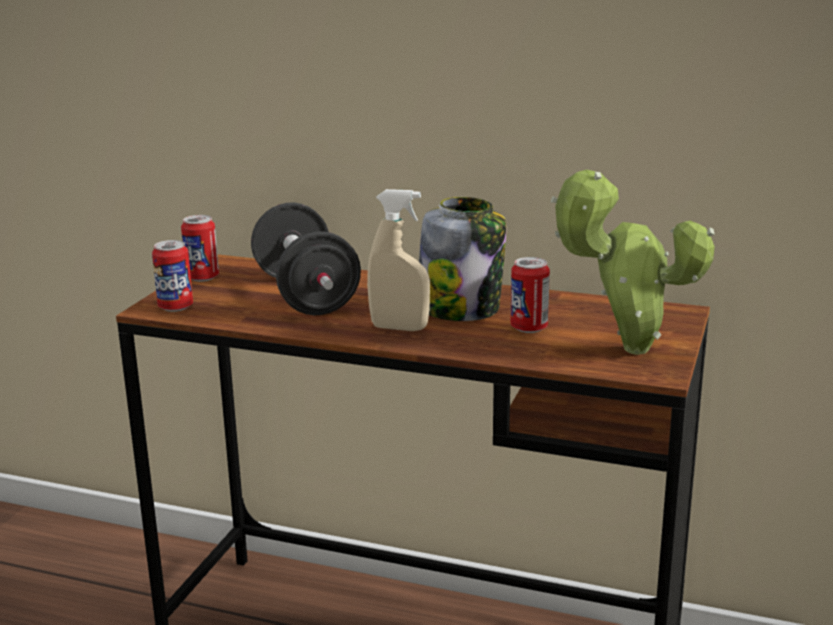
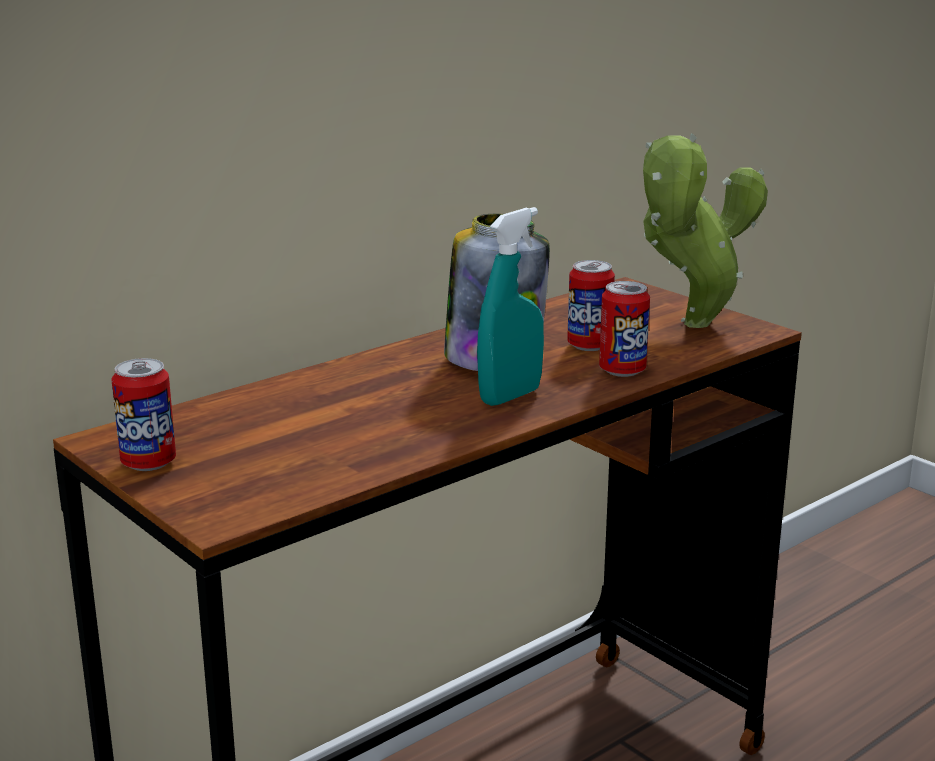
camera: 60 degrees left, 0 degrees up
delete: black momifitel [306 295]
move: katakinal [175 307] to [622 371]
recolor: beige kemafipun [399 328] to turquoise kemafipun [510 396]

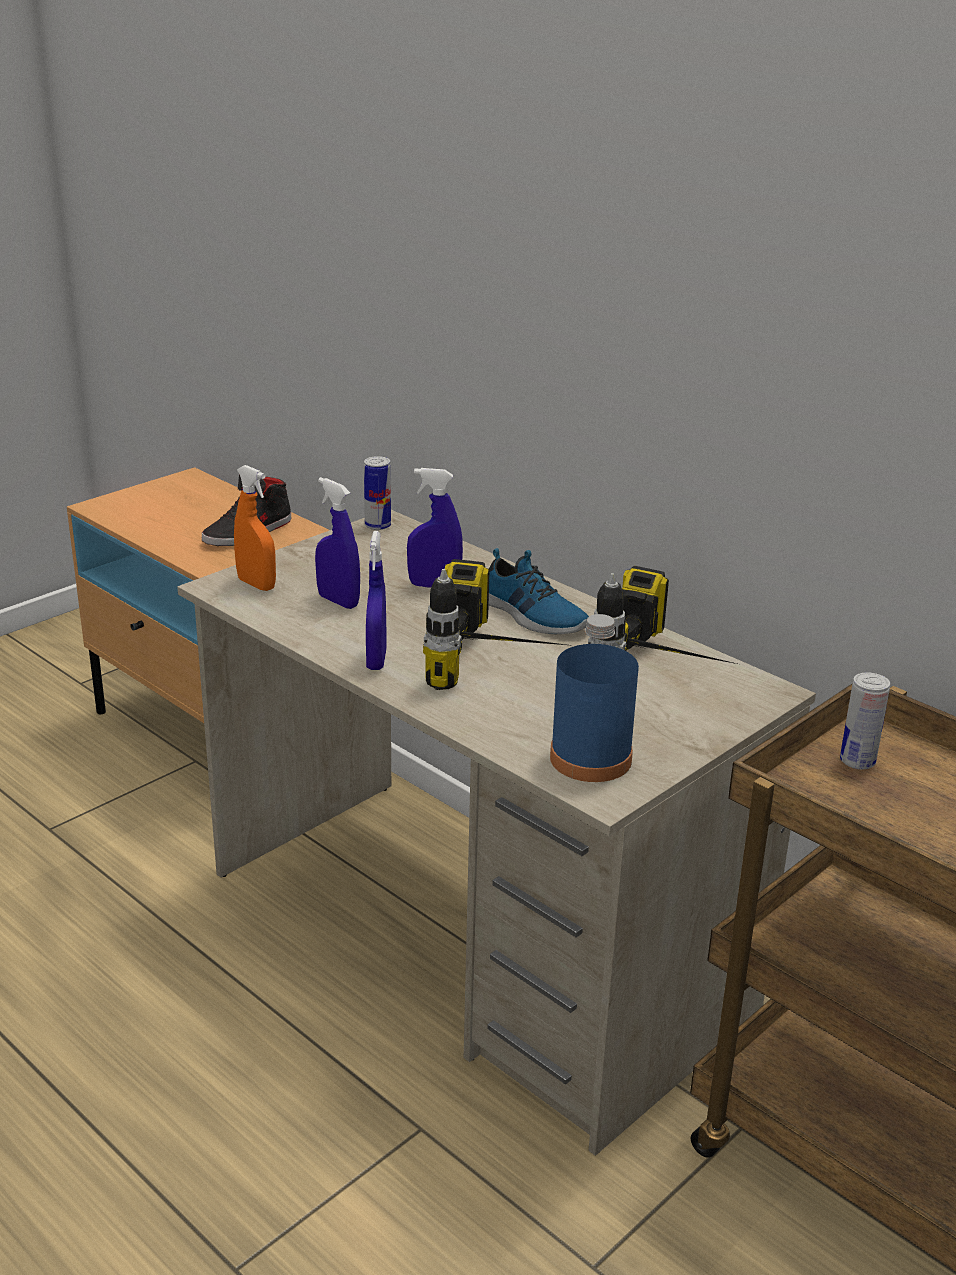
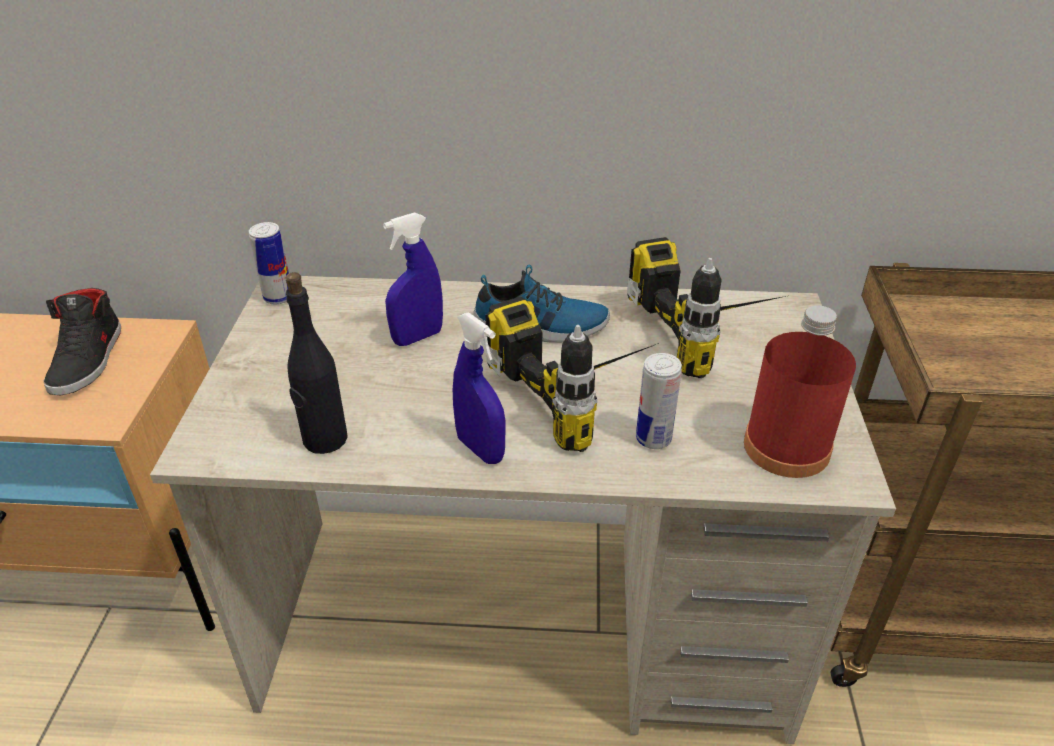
camera: 40 degrees left, 10 degrees up
delete: orange kemafipun [256 584]; blue kemafipun [338 601]
insert: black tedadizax [324 439]
move: katakinal [857 761] to [653 439]
recolor: blue tedadizax [590 759] to red tedadizax [786 447]

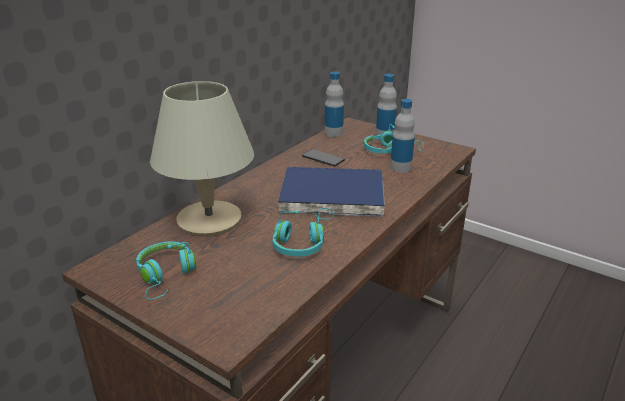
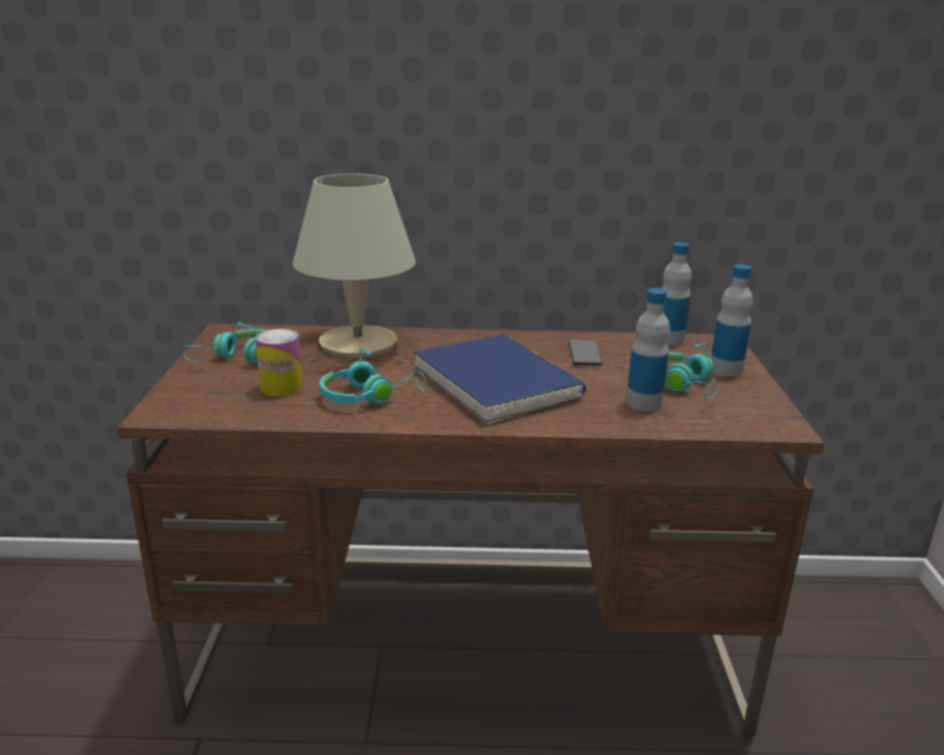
camera: 55 degrees right, 5 degrees down
insert: katakinal [281 387]

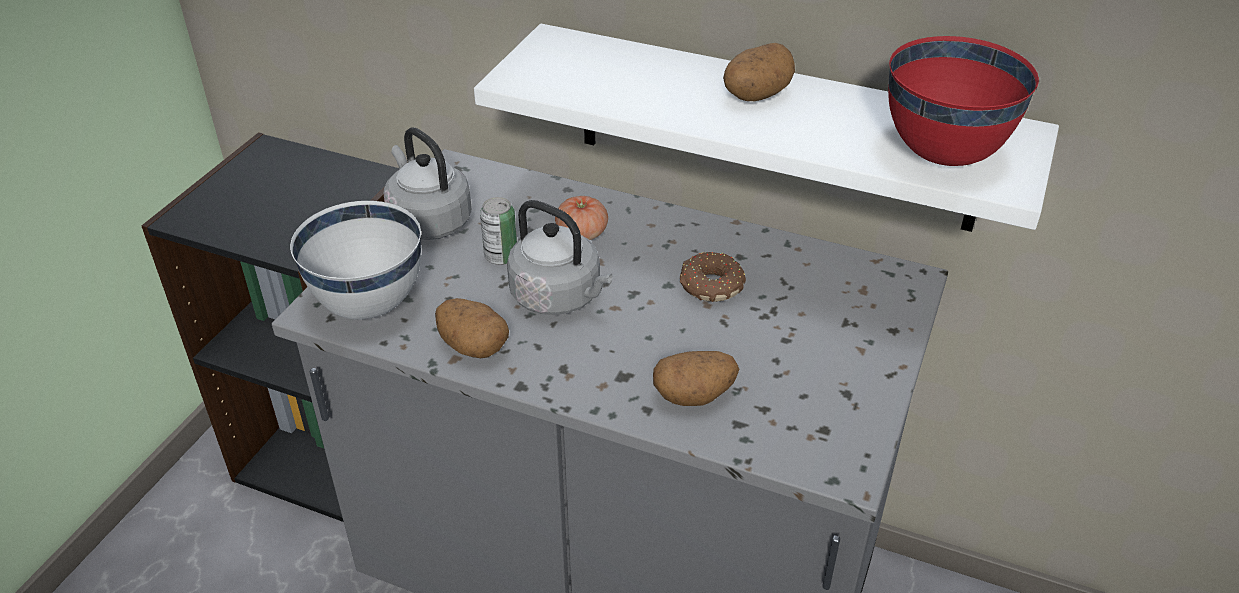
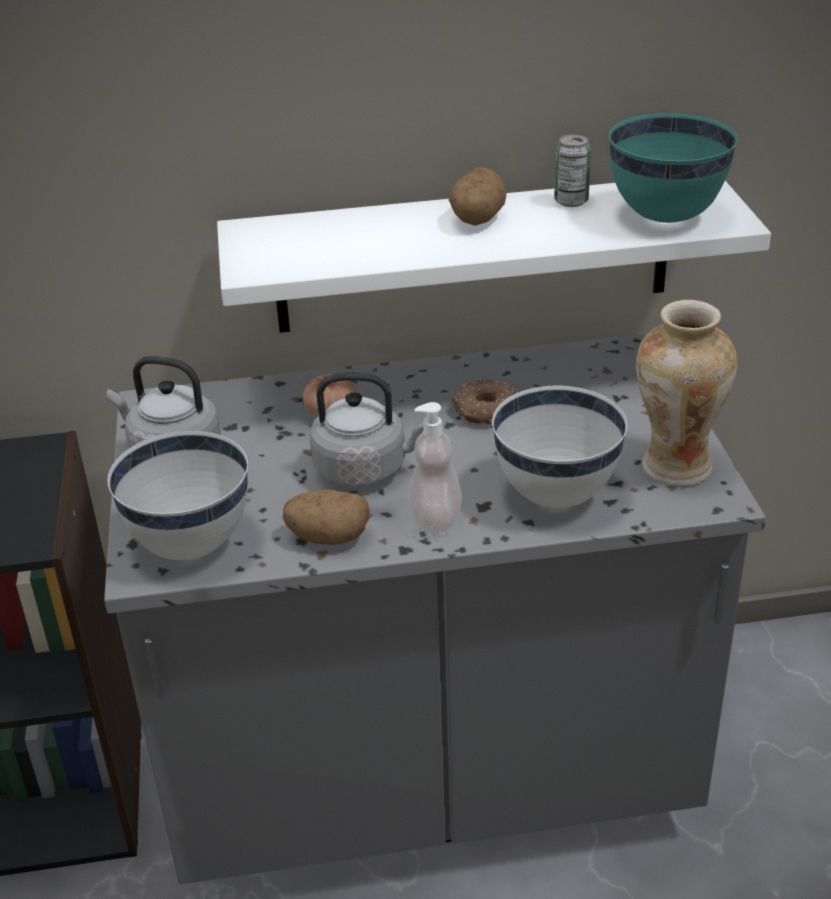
camera: 30 degrees left, 5 degrees down
insert: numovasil [435 518]; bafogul [674 468]
move: katakinal [501 257] to [571 201]
replace: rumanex [694 395] to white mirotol [555 496]
recolor: red mirotol [943 154] to turquoise mirotol [664 217]

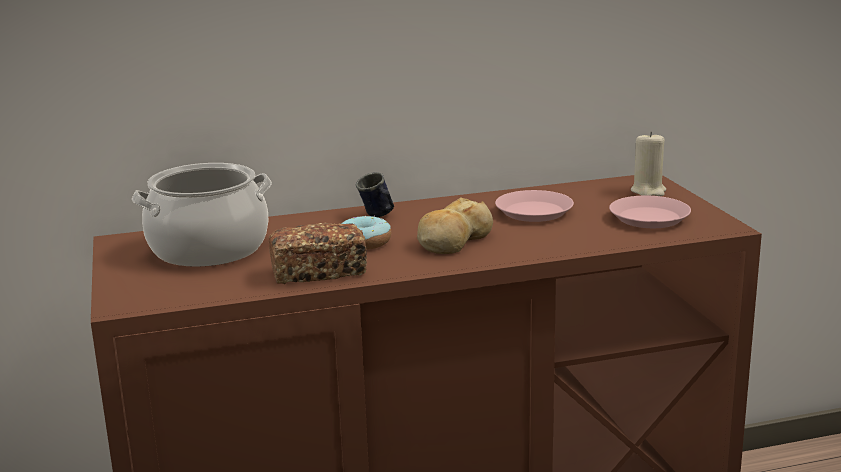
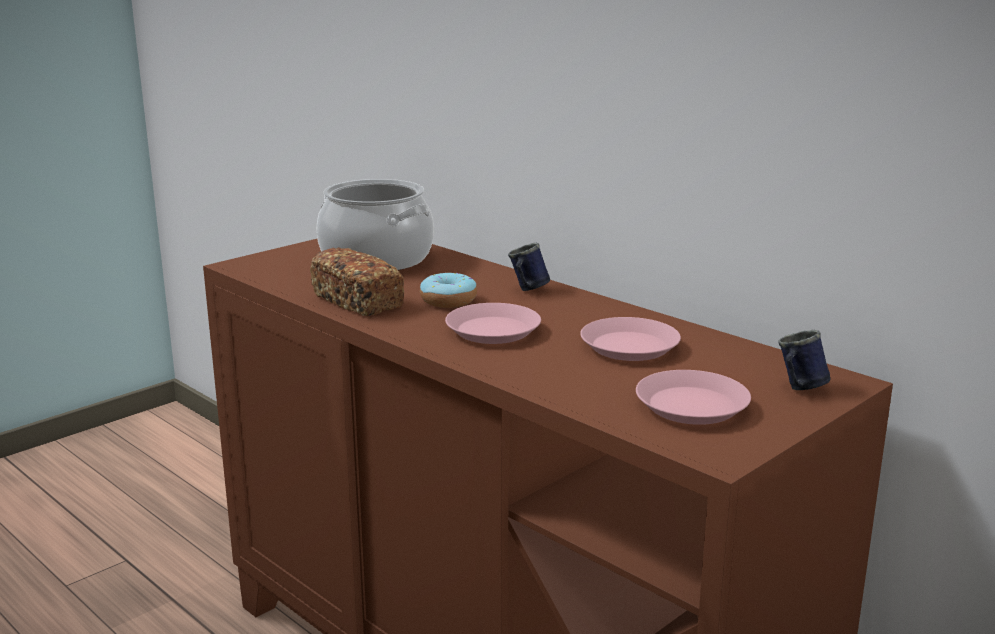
camera: 60 degrees right, 0 degrees up
replace: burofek [453 241] to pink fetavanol [493 331]; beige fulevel [648 191] to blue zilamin [798 389]

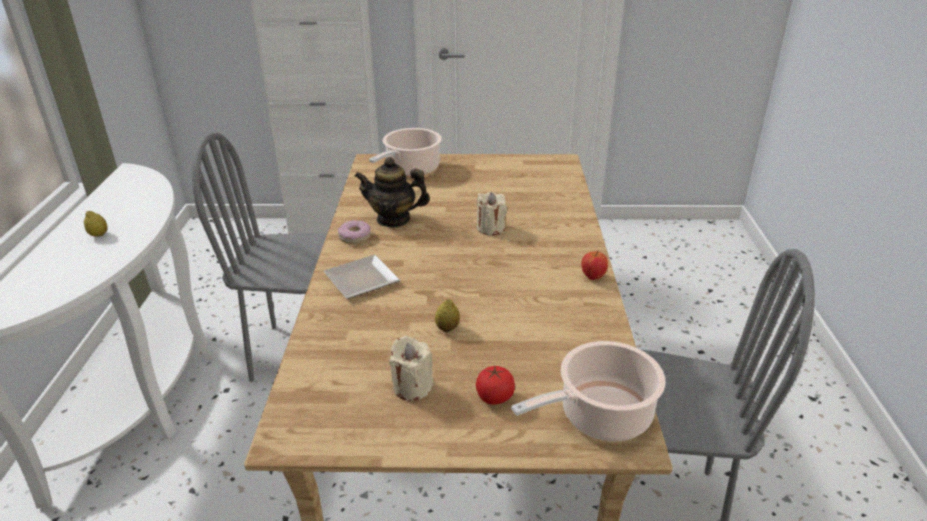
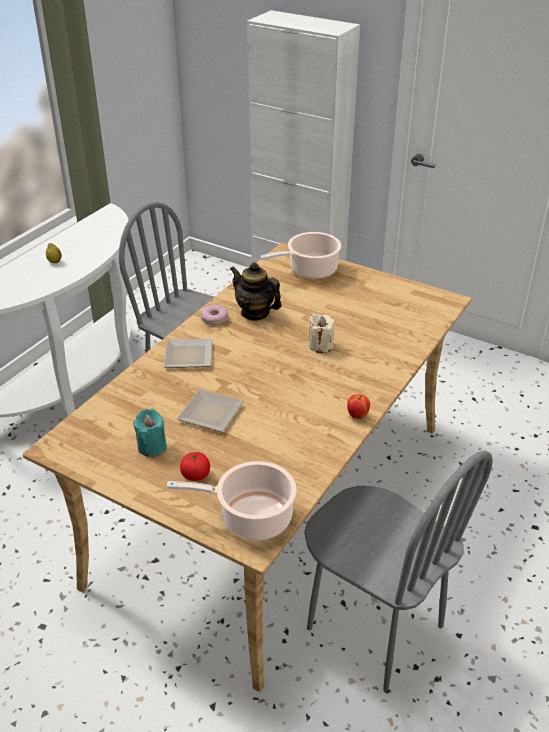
camera: 30 degrees right, 5 degrees up
replace: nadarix [447 328] to fetavanol [211 415]
recolor: beige fulevel [412 387] to turquoise fulevel [152 446]

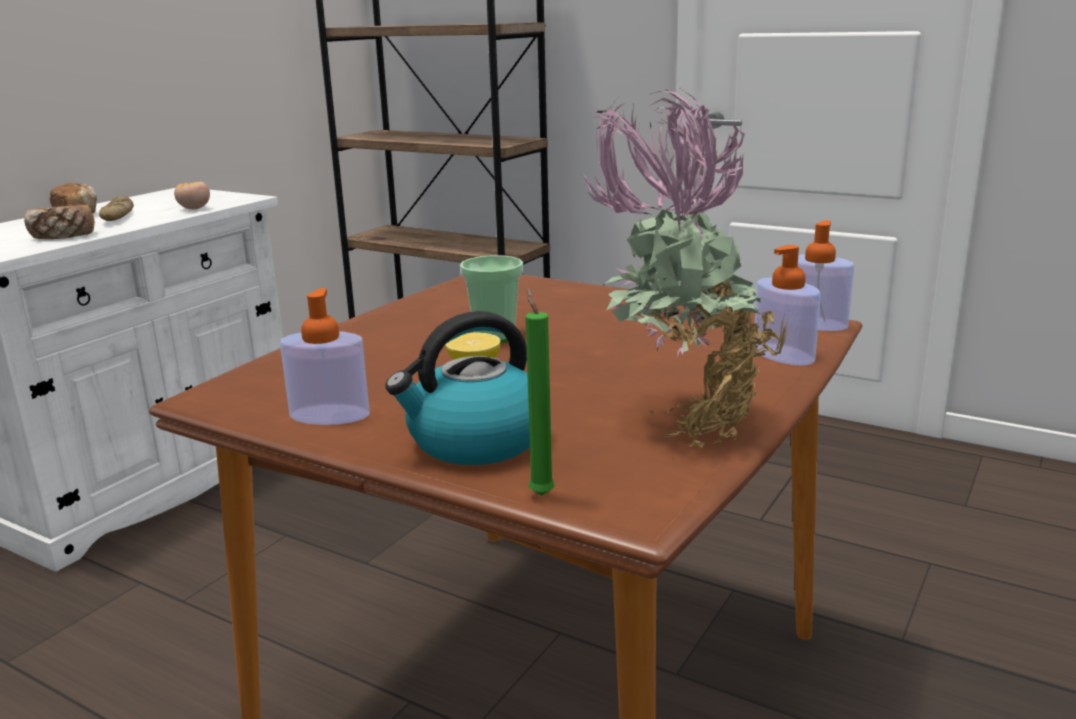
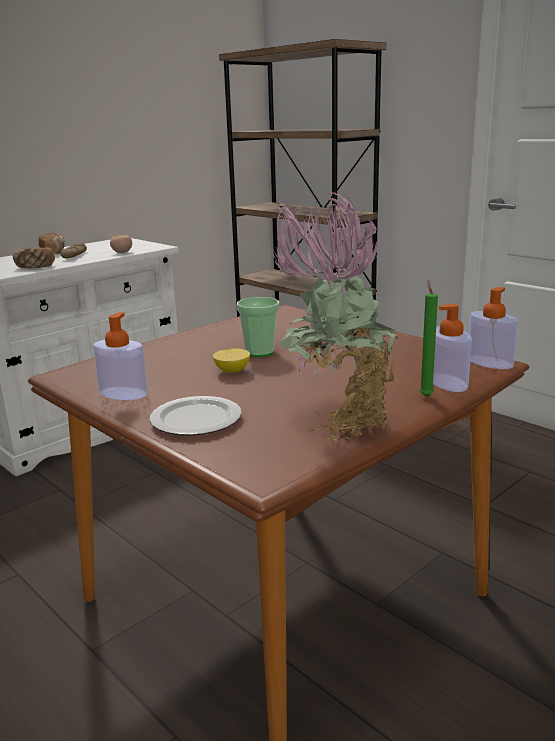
camera: 15 degrees right, 0 degrees up
move: green fulevel [540 493] to [425 396]
replace: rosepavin [475 441] to fetavanol [197 420]

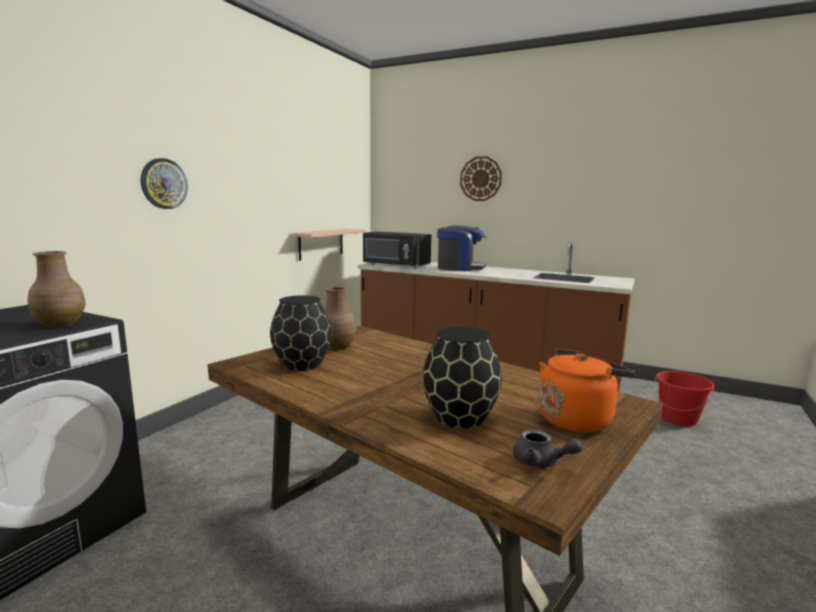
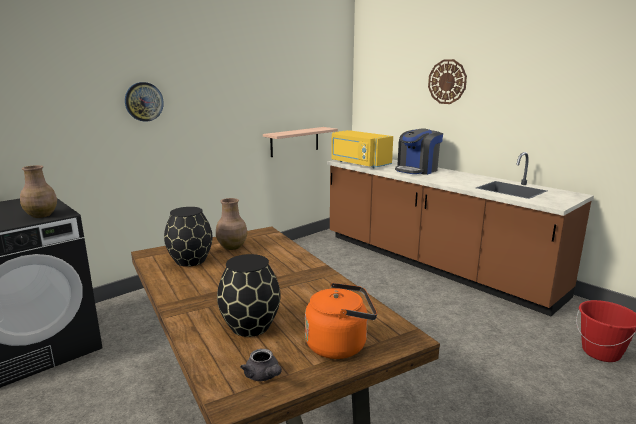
camera: 20 degrees right, 5 degrees up
recolor: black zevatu [395 265] to yellow zevatu [359 164]
rotate: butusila [459 268] = [417 170] 105 degrees clockwise

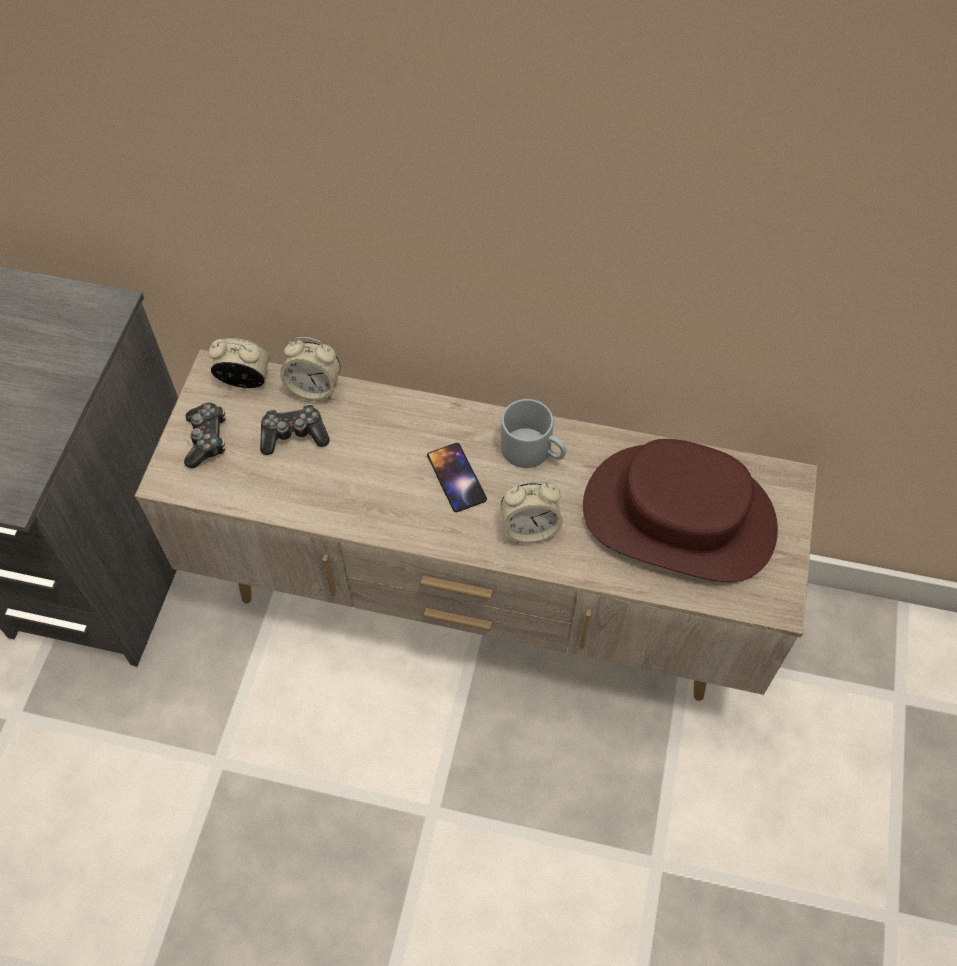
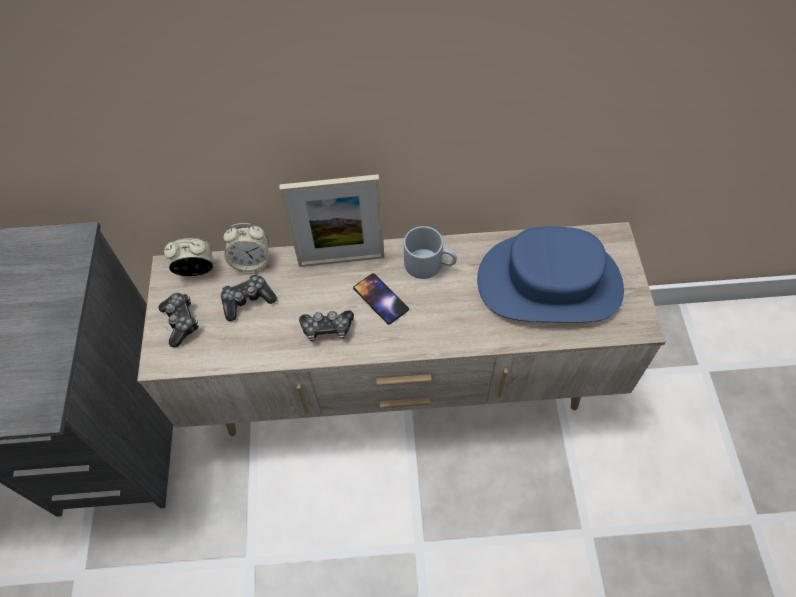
camera: 15 degrees left, 0 degrees up
delete: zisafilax [529 528]
insert: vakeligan [341 260]; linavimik [327 329]
recolor: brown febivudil [679 516] to blue febivudil [549 283]

